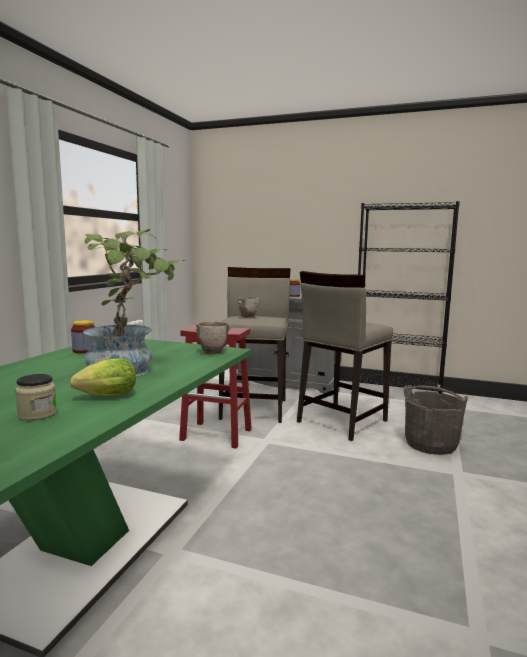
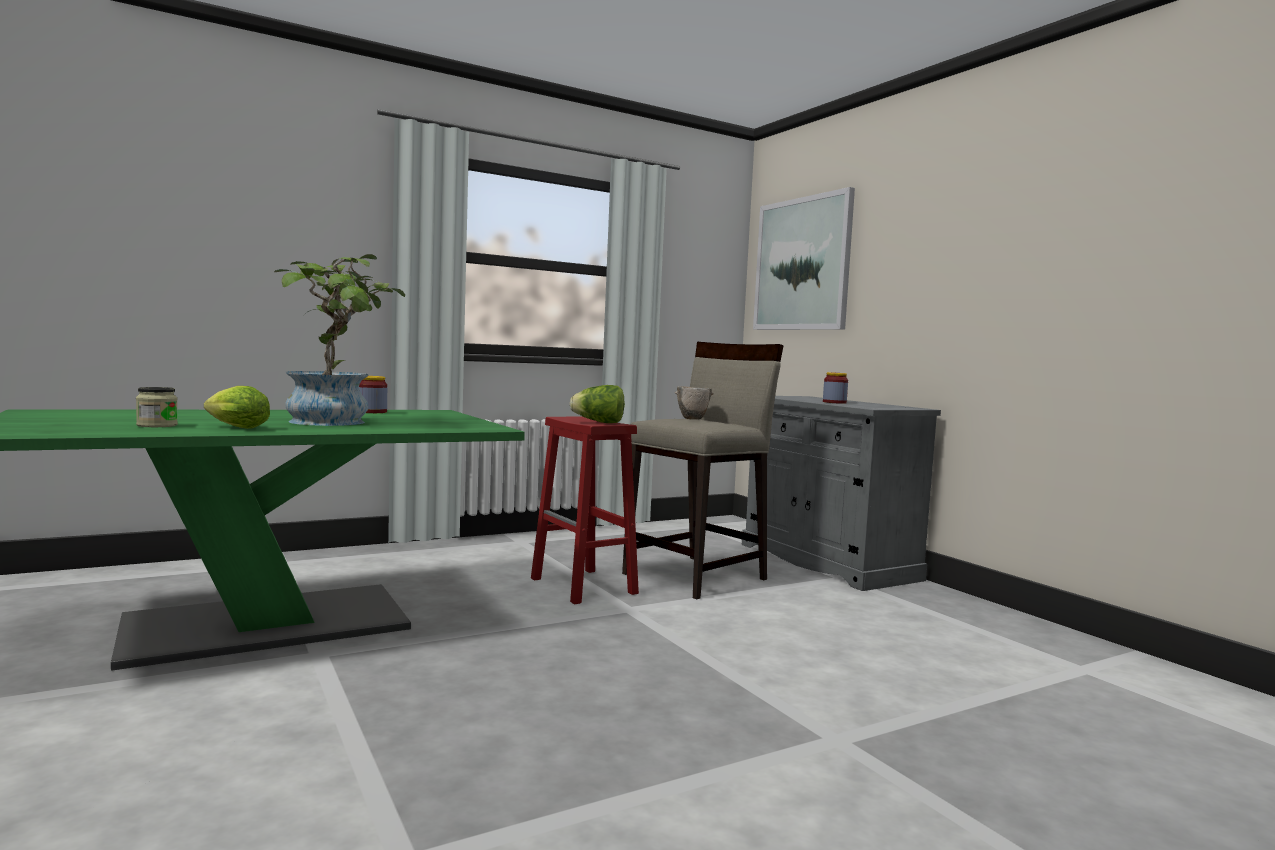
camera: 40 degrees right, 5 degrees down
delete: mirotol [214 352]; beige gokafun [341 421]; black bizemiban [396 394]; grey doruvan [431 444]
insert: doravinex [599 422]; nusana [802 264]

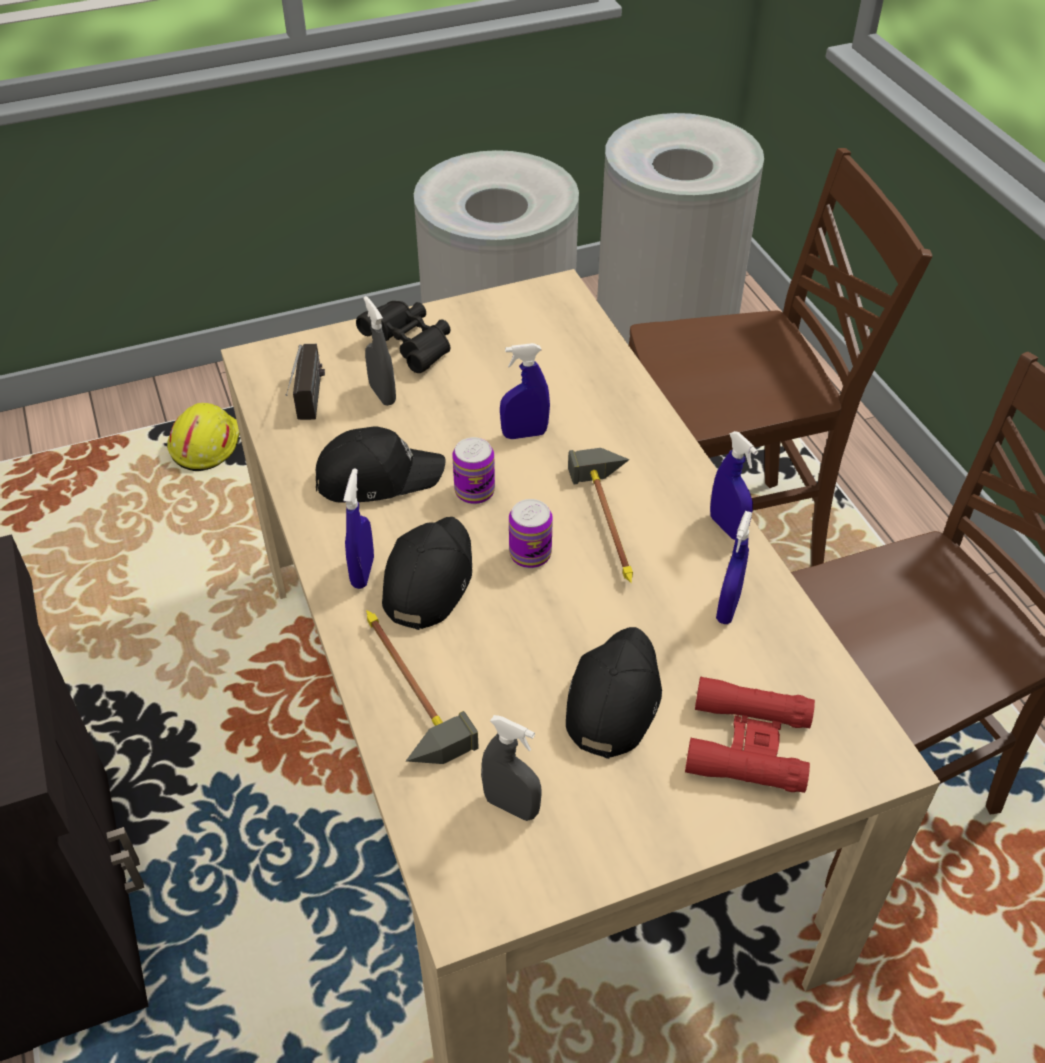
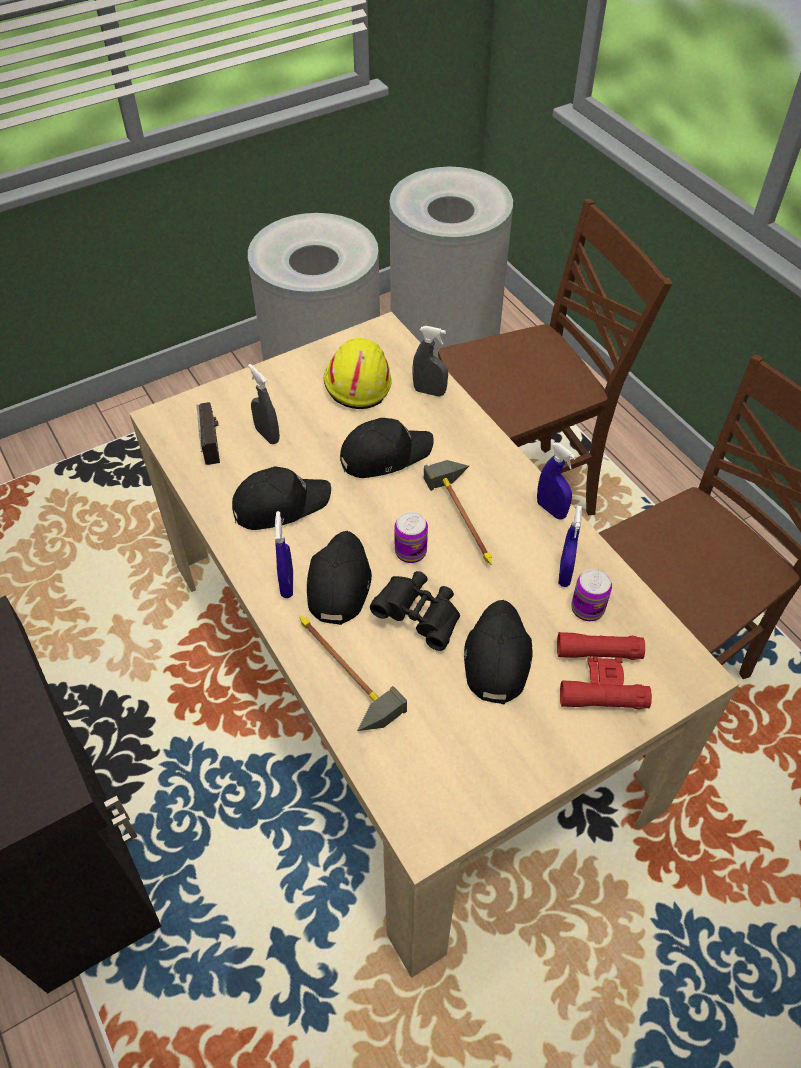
camera: 10 degrees left, 5 degrees up
move: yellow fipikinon [205 444] to [357 381]; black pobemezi [411 347] to [419 616]; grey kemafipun [511 806] to [429 392]; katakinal [474 491] to [587 609]
replace: blue kemafipun [524 434] to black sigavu [384 454]

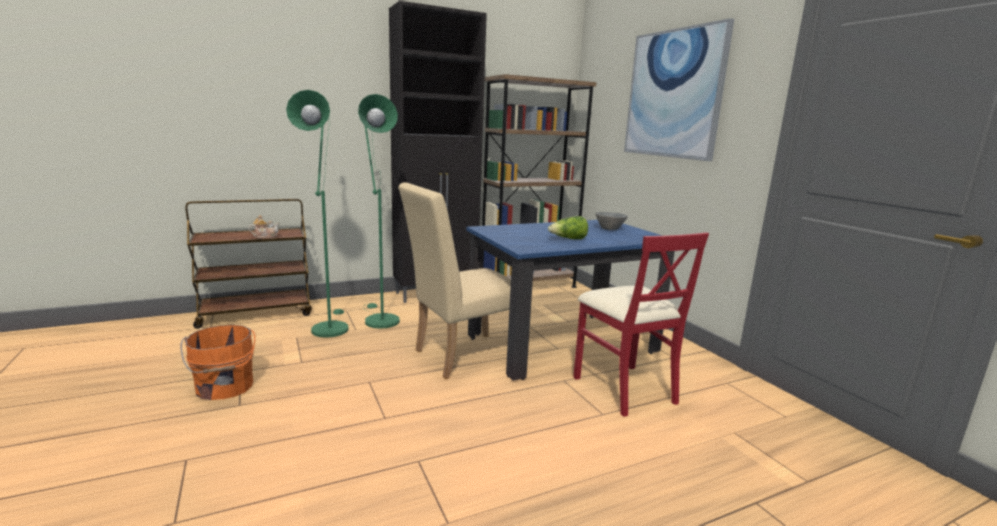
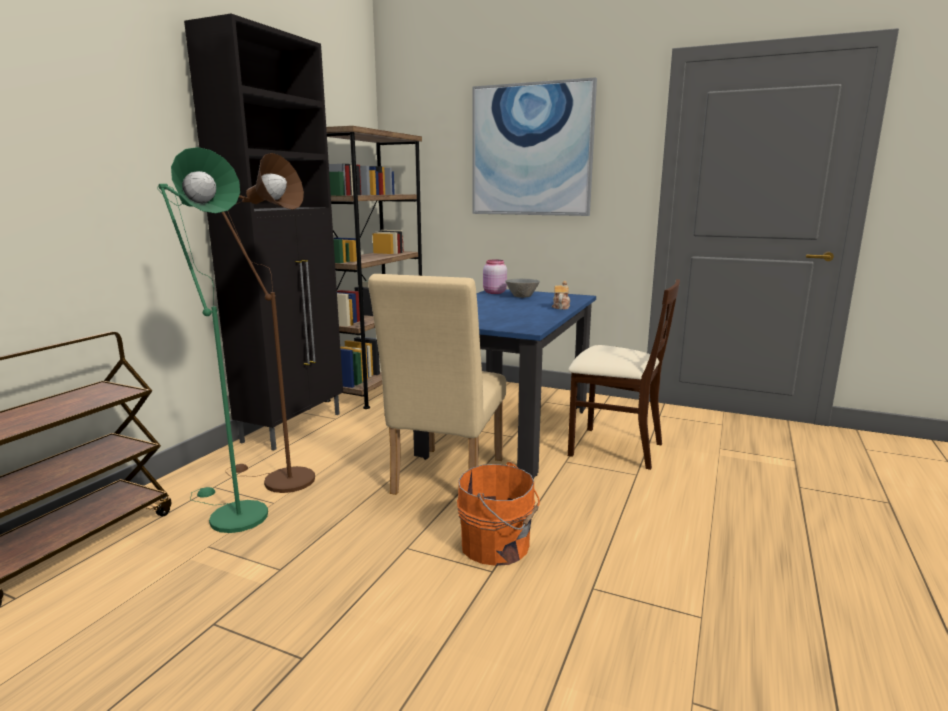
camera: 40 degrees left, 0 degrees up
delete: doravinex [568 239]
insert: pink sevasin [494 292]
move: orange doruvan [224 387] to [498 546]; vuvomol [265 236] to [561 307]
recolor: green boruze [379 319] to brown boruze [280 479]; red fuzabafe [624 388] to beige fuzabafe [614 448]

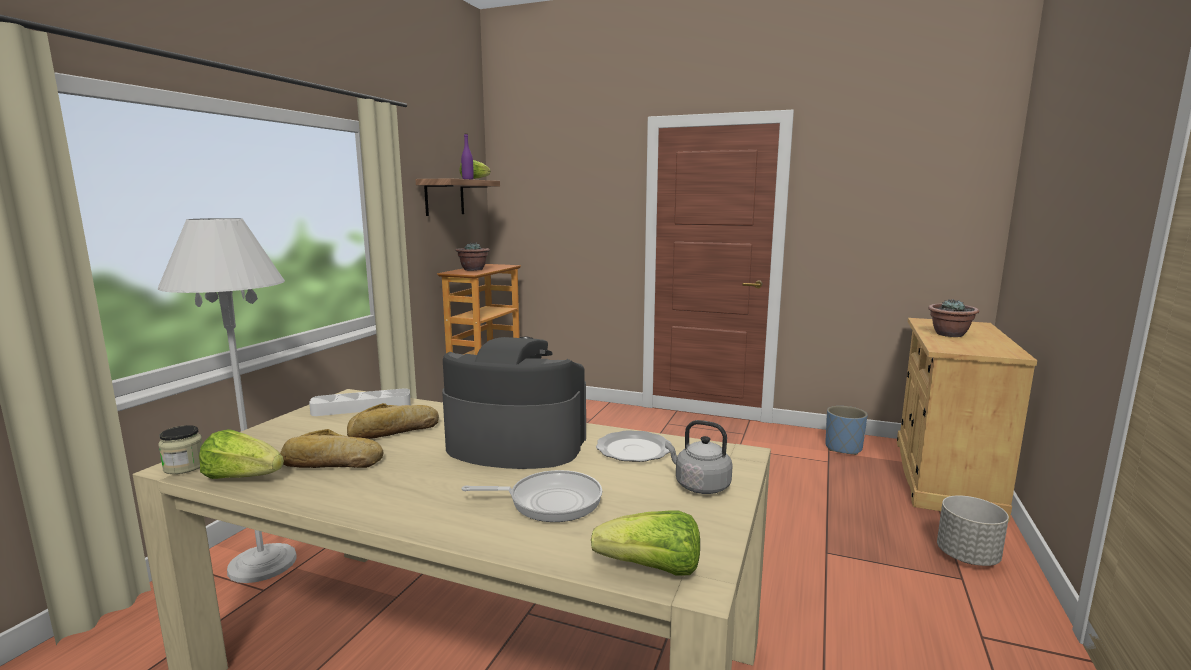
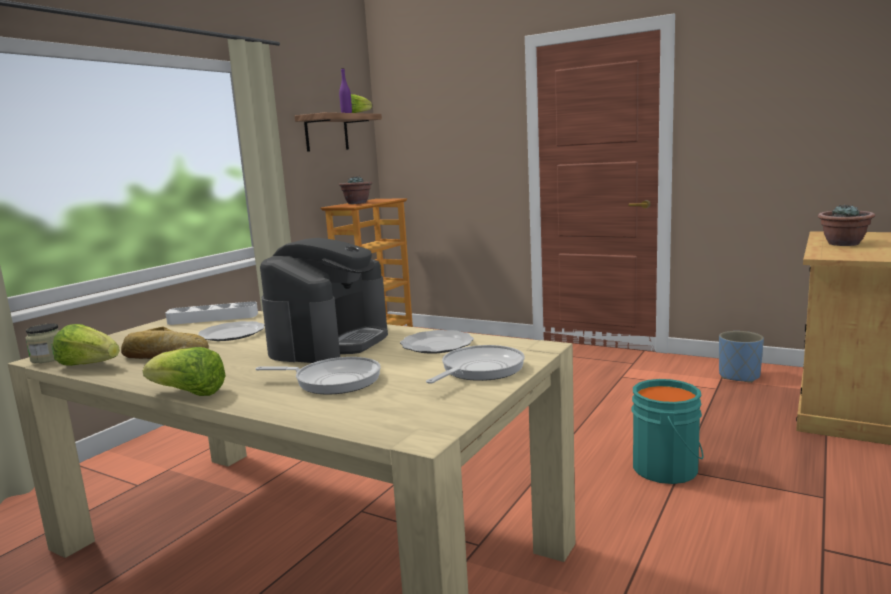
camera: 10 degrees right, 0 degrees up
delete: white boruze [262 563]; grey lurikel [967 557]
insert: turquoise doruvan [668 469]
move: doravinex [652 569] to [189 393]
replace: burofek [395 431] to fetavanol [231 334]; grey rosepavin [699 485] to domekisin [479 370]
rotate: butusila [515 444] = [330 342] 90 degrees clockwise

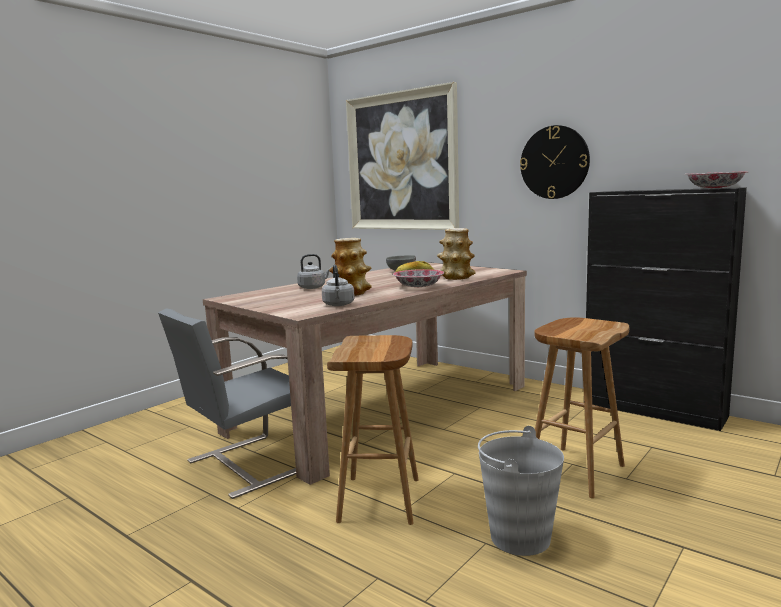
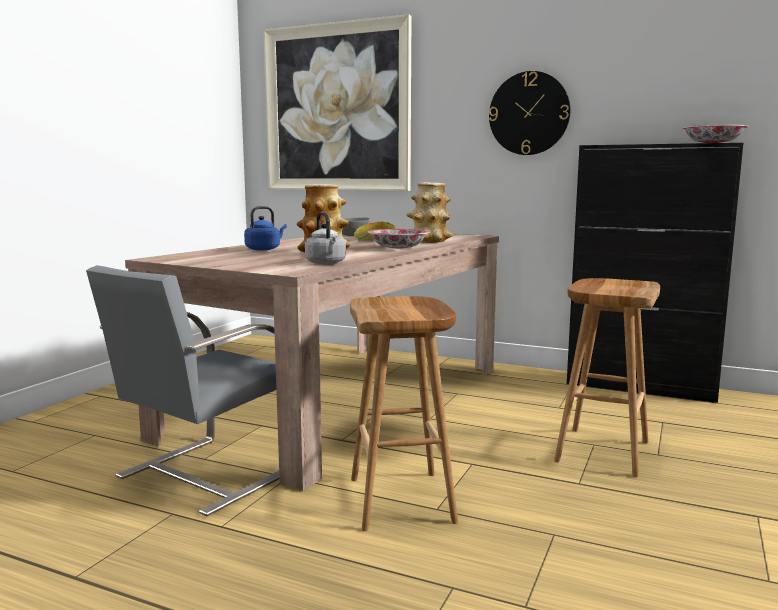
camera: 15 degrees left, 0 degrees up
delete: grey doruvan [519 537]
recolor: grey rosepavin [313 287] to blue rosepavin [264 249]

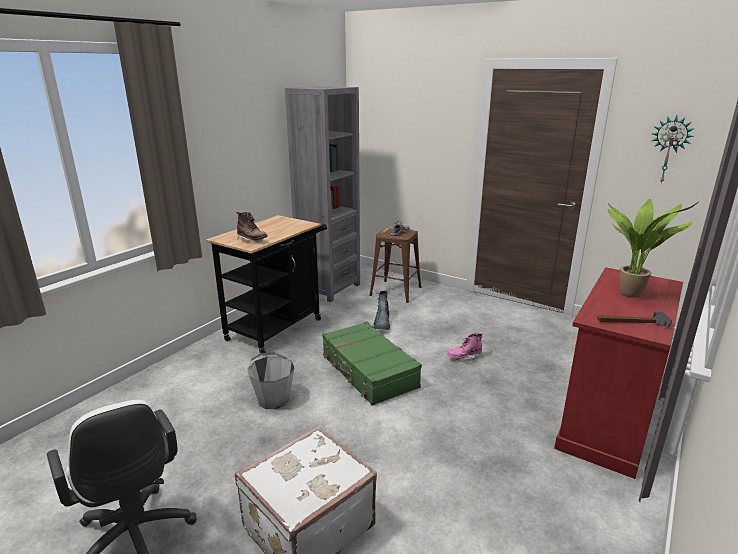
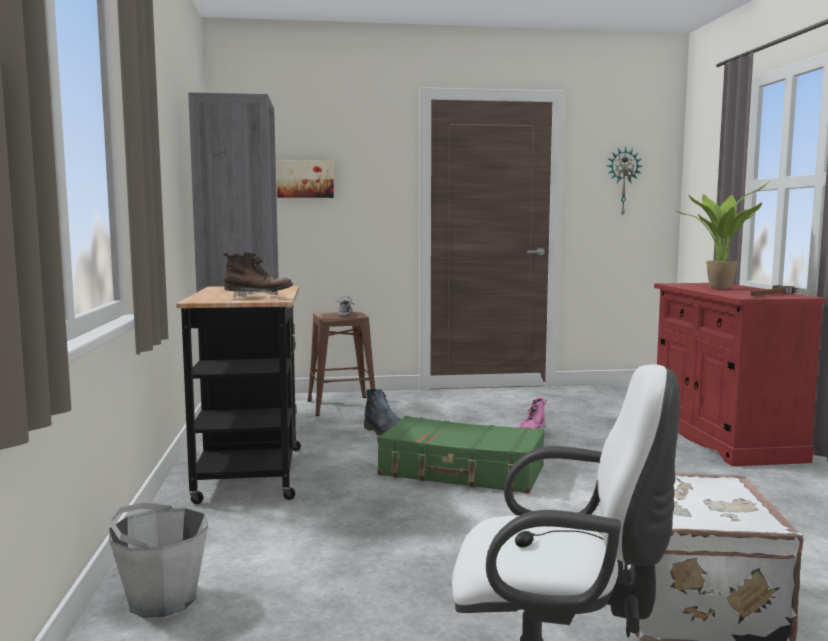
camera: 40 degrees left, 15 degrees down
insert: nusana [305 179]
move: grey doruvan [273 399] to [162 600]

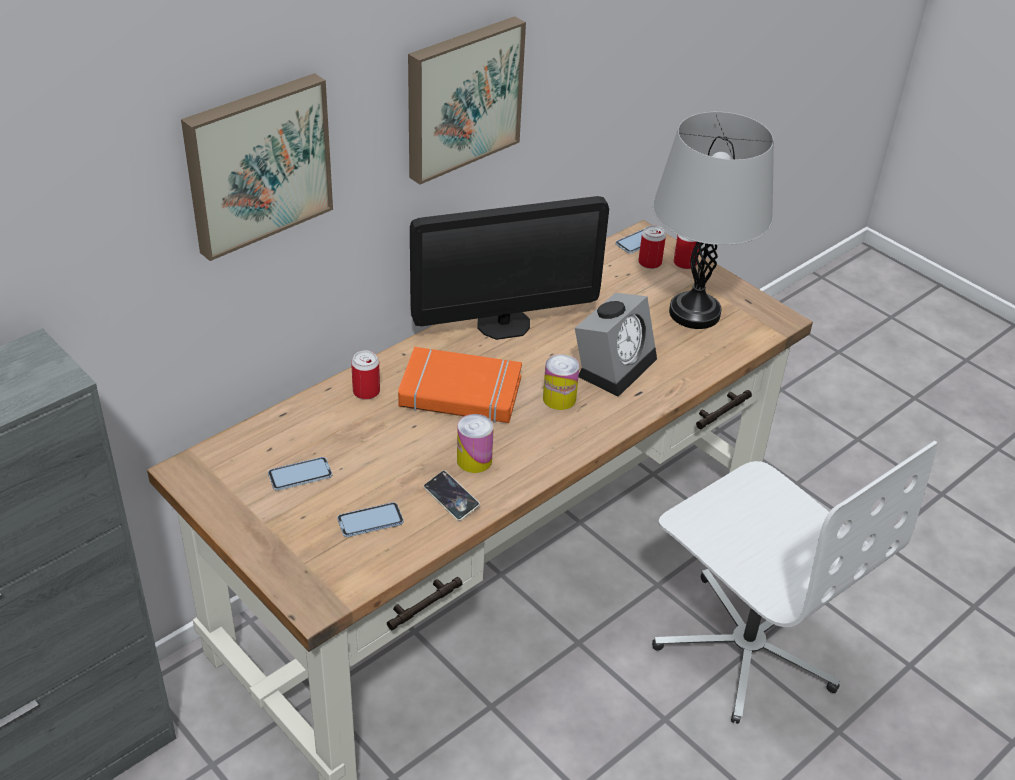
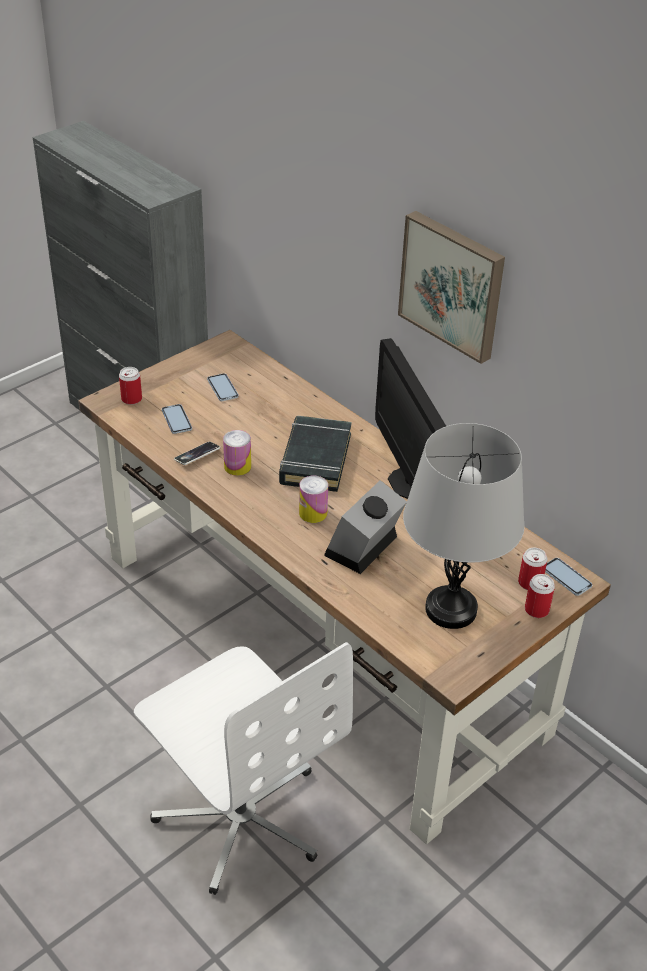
camera: 90 degrees right, 0 degrees up
delete: nusana [256 163]
move: katakinal [366 391] to [131 399]
recolor: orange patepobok [460 393] to black patepobok [315 459]
rotate: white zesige [747 645] = [241 816] 90 degrees counterclockwise; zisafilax [615 364] = [362 549] 90 degrees clockwise

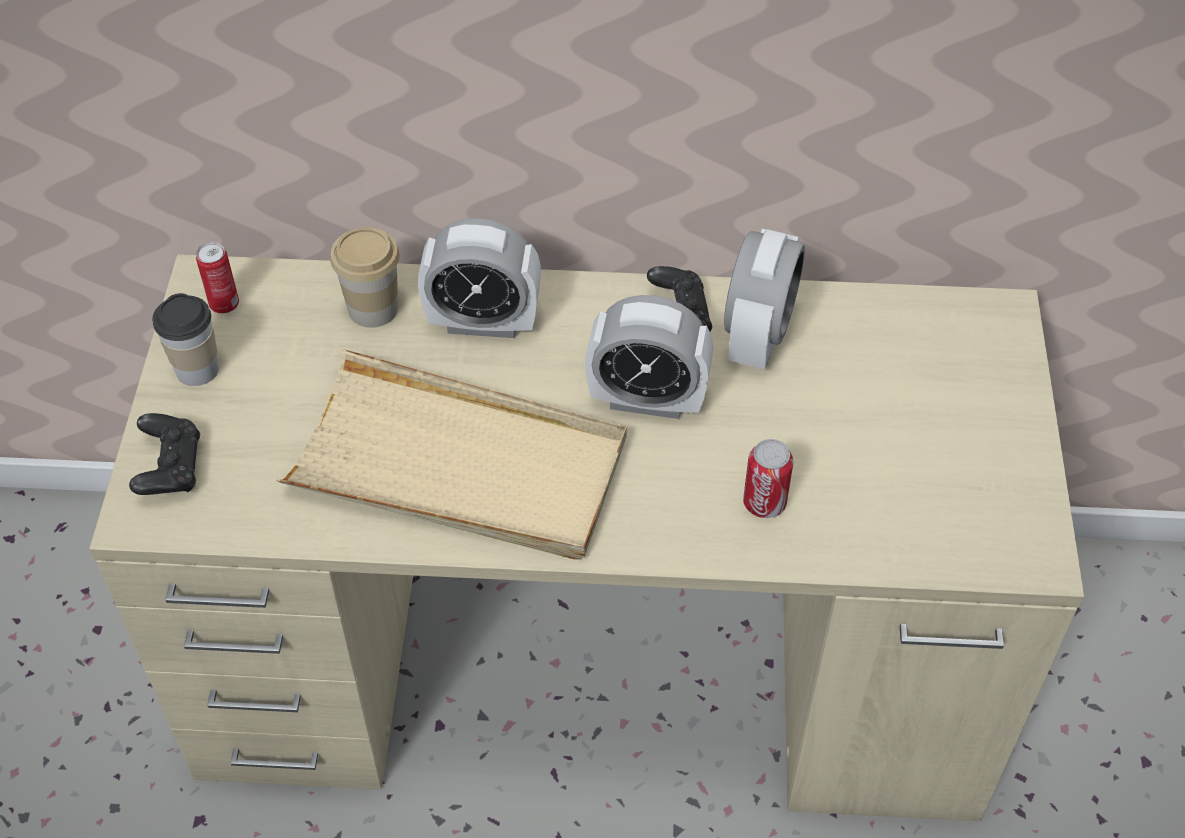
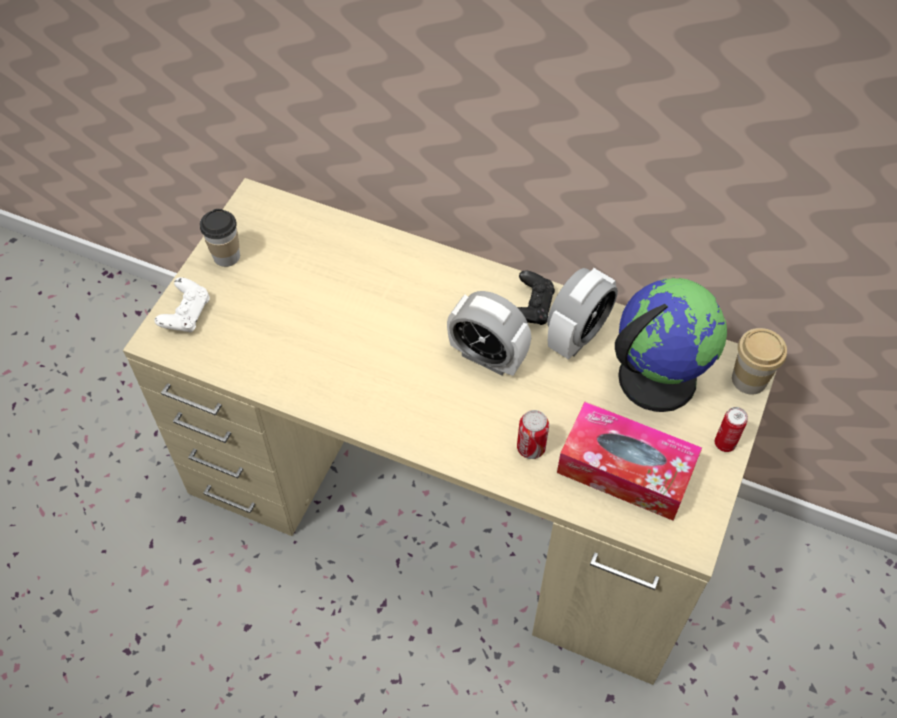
camera: 20 degrees right, 5 degrees up
delete: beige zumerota [459 465]; zisafilax [483 323]
insert: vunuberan [625 470]; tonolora [656 377]
move: katakinal [224 304] to [724 443]; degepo [373 309] to [749 379]
recolor: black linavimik [170 468] to white linavimik [186 314]

